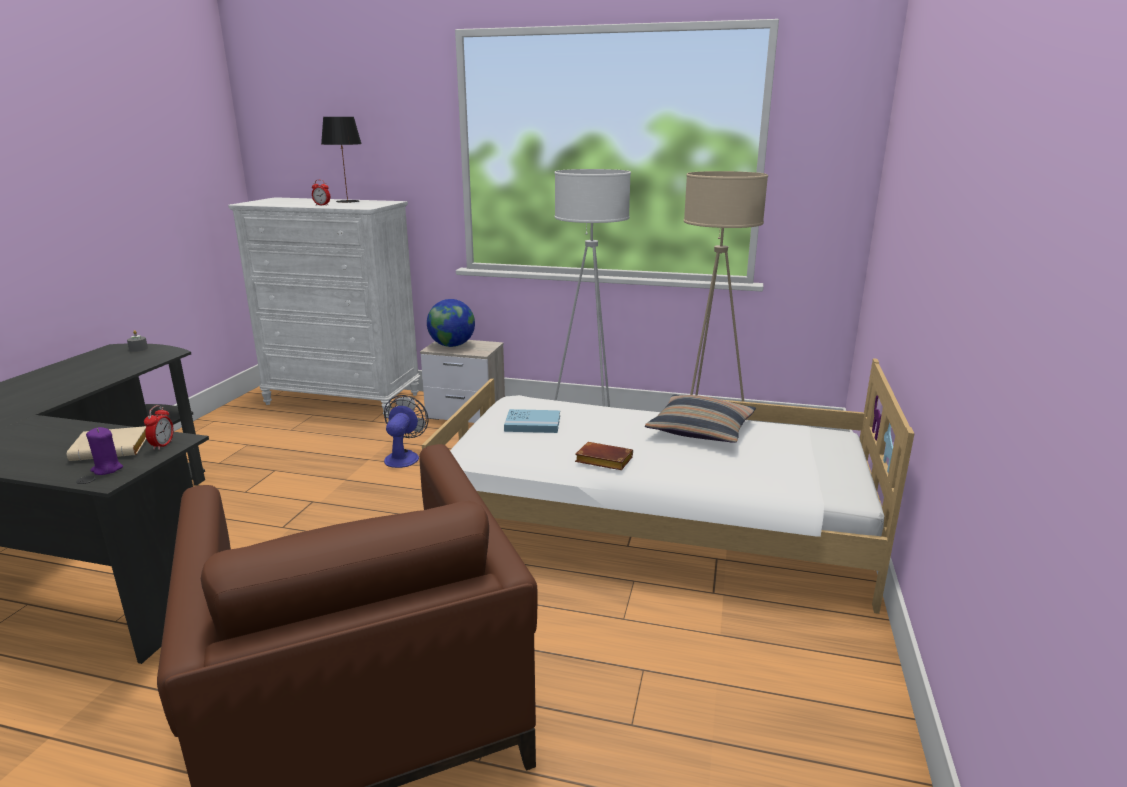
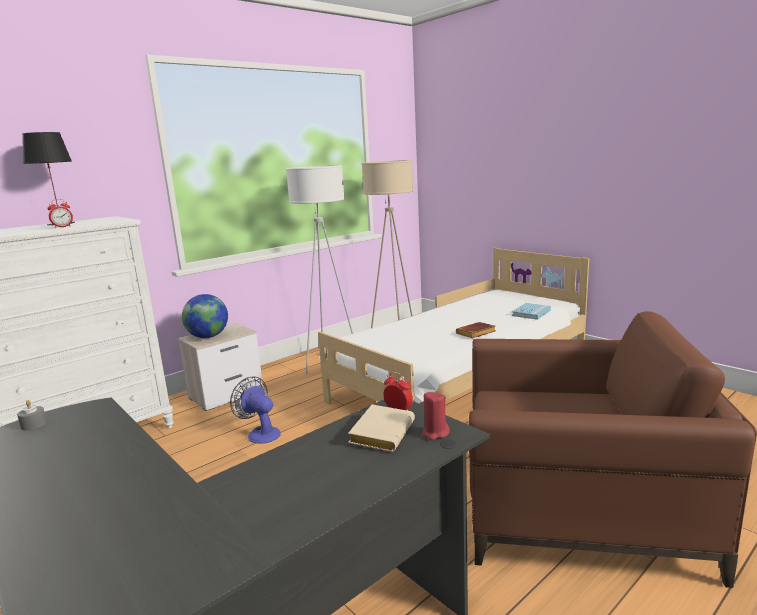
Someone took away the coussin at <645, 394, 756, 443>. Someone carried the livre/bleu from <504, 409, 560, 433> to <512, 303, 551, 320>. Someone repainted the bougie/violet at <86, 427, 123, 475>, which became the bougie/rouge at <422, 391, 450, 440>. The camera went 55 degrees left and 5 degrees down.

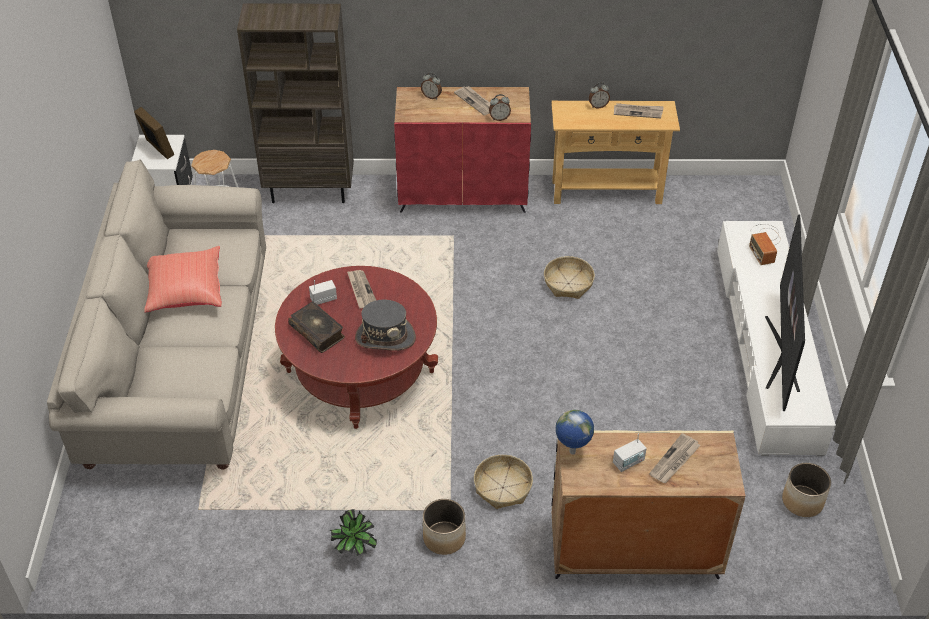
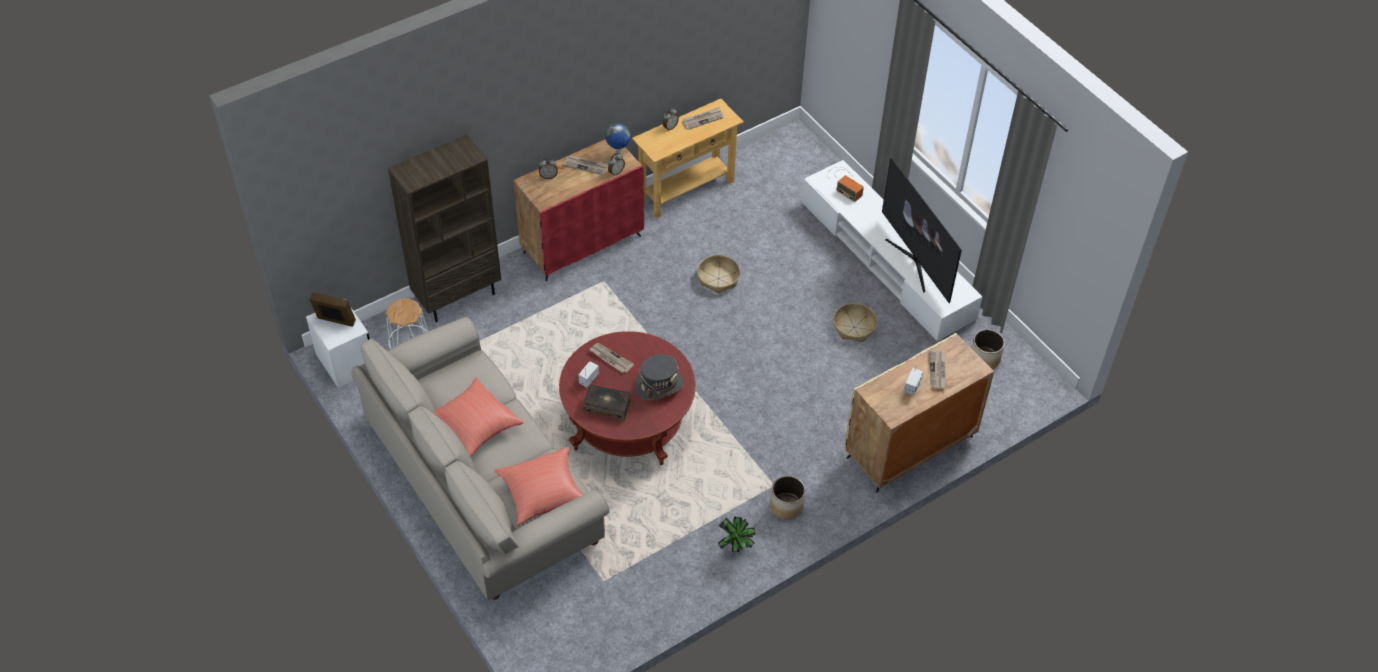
Someone carried the globe from <556, 410, 594, 454> to <605, 124, 631, 154>. Someone carried the panier from <474, 455, 533, 509> to <833, 303, 877, 342>. Someone put down the coussin/rouge at <494, 447, 583, 525>. The camera went 35 degrees left and 5 degrees up.

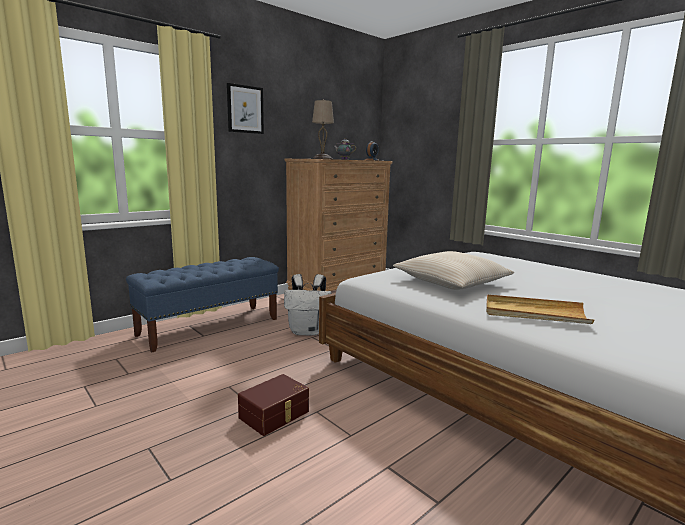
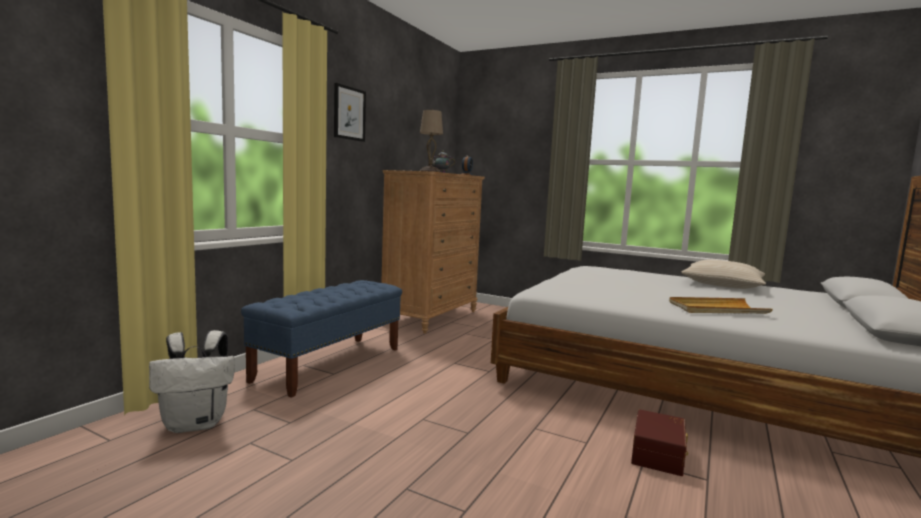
Someone carried the coussin/beige from <393, 251, 514, 290> to <681, 259, 766, 289>. Someone carried the sac à dos/blanc from <284, 274, 331, 335> to <149, 330, 235, 433>. Someone carried the boîte de rangement/marron from <238, 374, 309, 436> to <631, 409, 688, 476>. The camera went 20 degrees left and 5 degrees down.

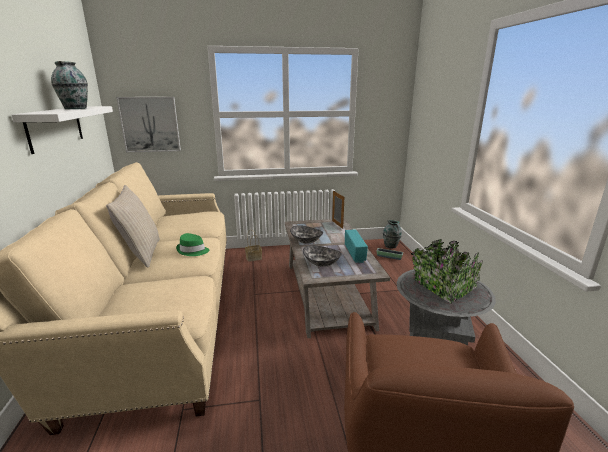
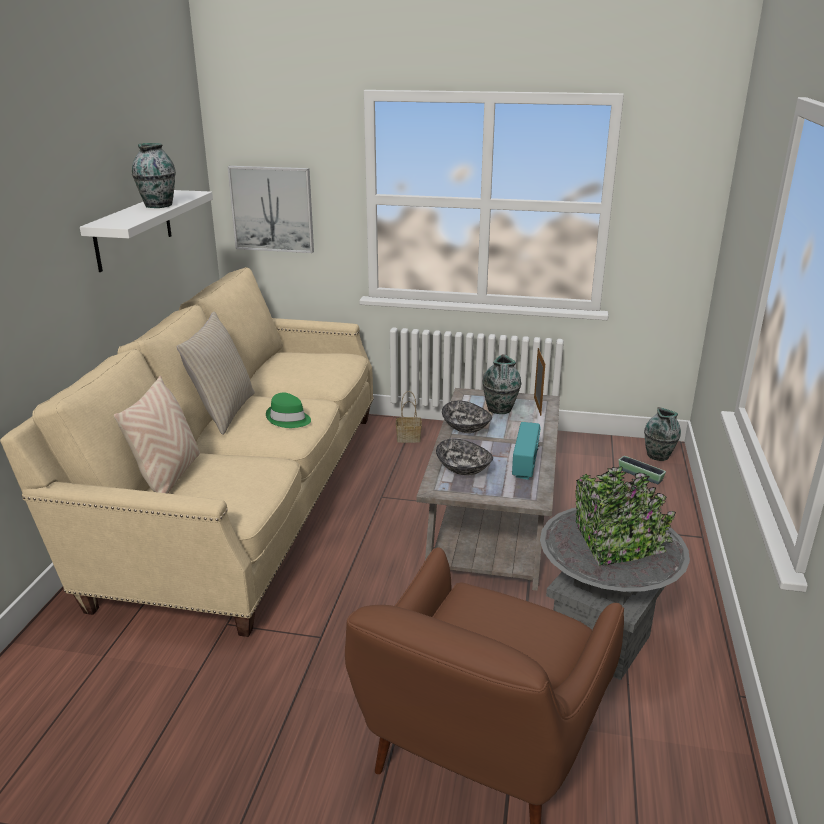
Someone put down the vase at <482, 354, 521, 414>. Someone put down the coussin/beige at <114, 376, 200, 493>. The camera went 20 degrees right and 5 degrees up.

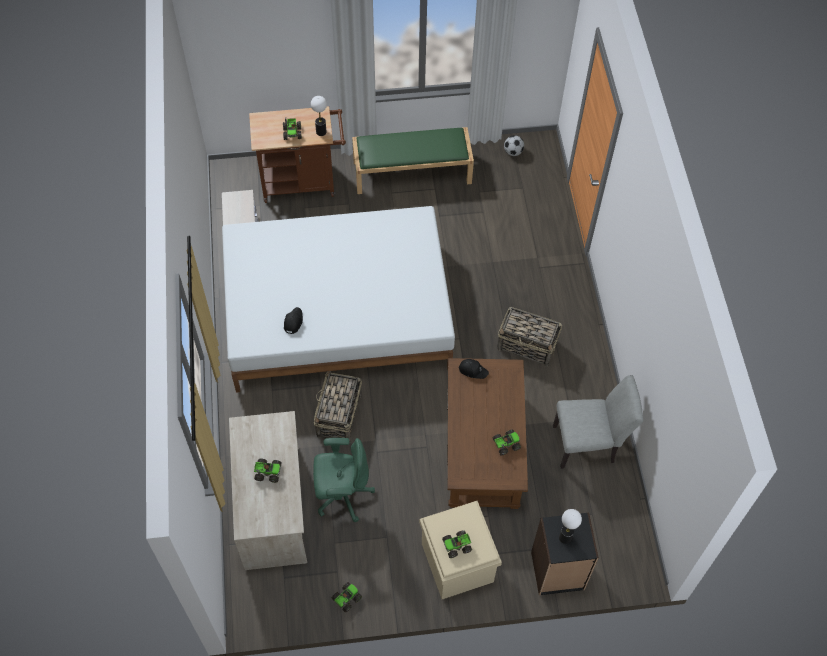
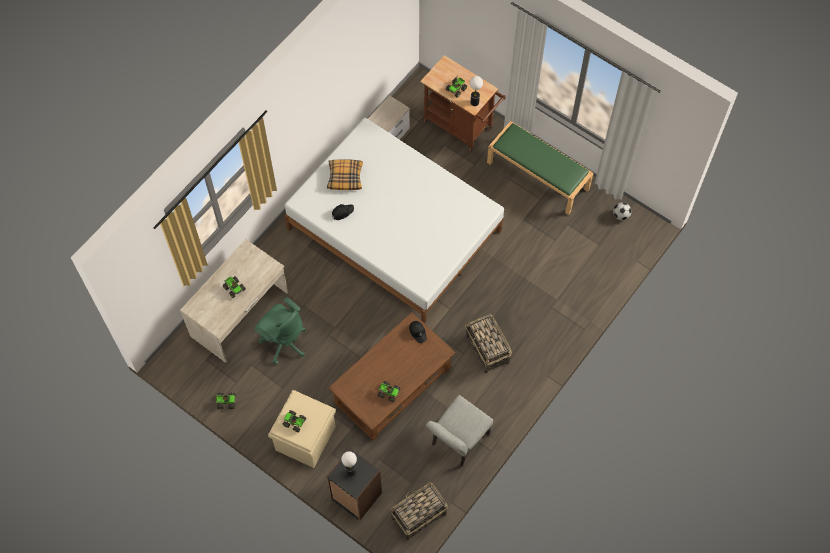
Someone carried the panier from <314, 371, 362, 441> to <390, 482, 448, 540>. Someone rotated the chaise/gris at <553, 375, 643, 469> by 90 degrees clockwise. Someone put down the coussin at <327, 159, 363, 190>. The camera went 45 degrees right and 5 degrees up.

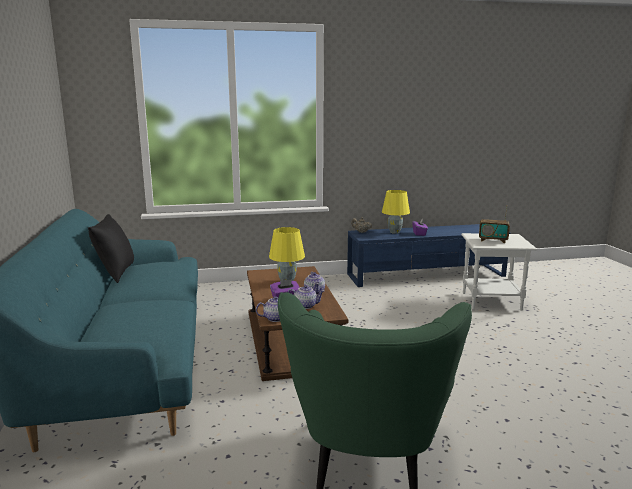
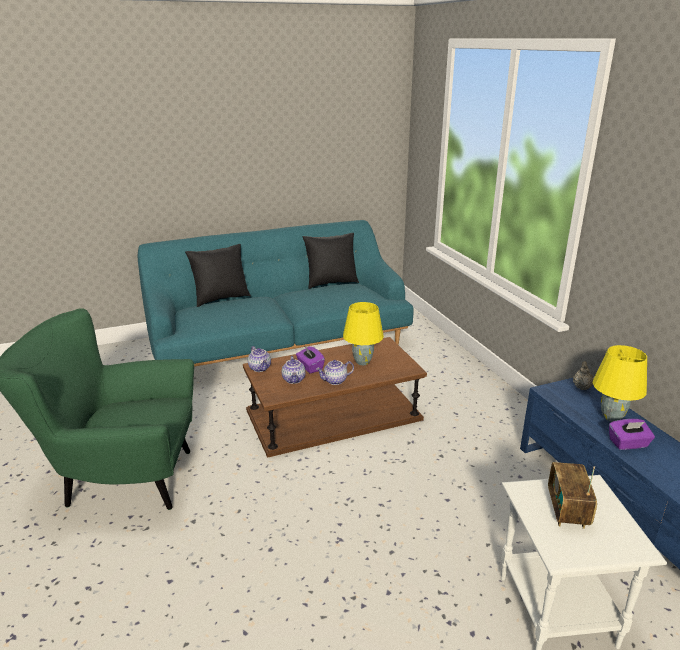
Someone put down the coussin/noir at <185, 244, 251, 307>. The camera went 80 degrees right and 10 degrees up.

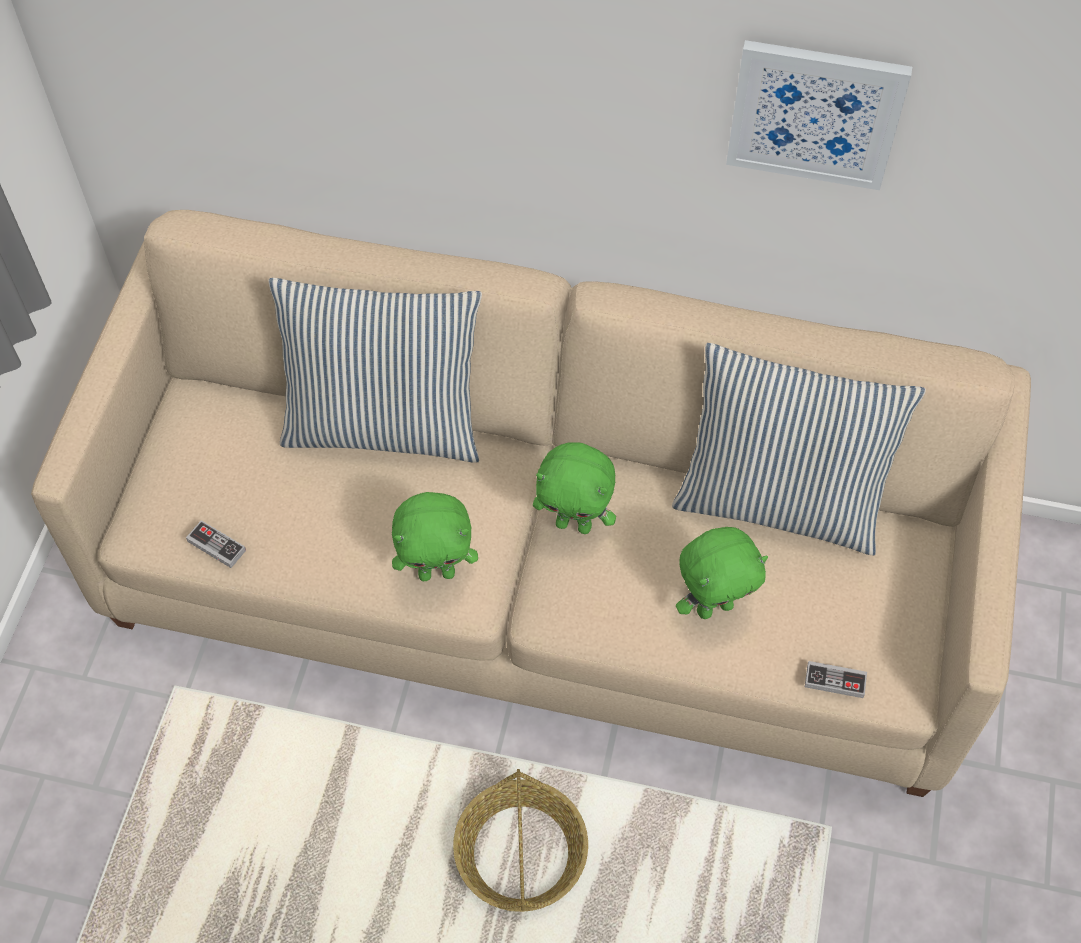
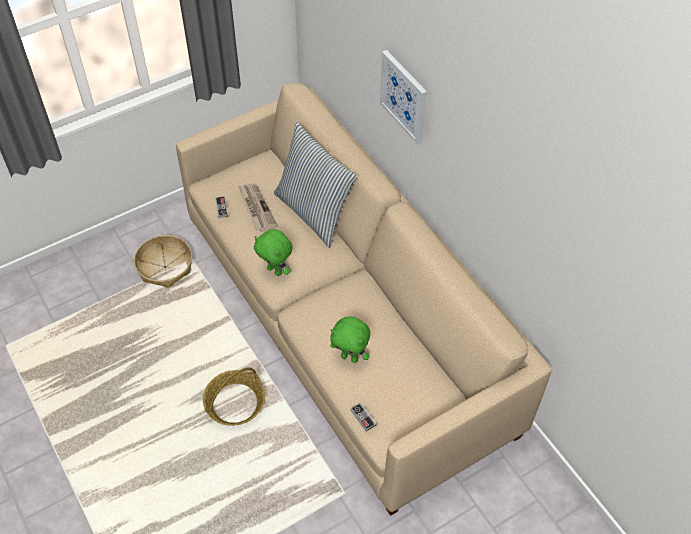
Someone carried the tableau from <726, 40, 912, 190> to <380, 50, 427, 145>. Someone took away the coussin at <672, 343, 926, 556>. Someone took away the peluche/vert at <533, 442, 616, 534>. Someone put down the journal at <238, 183, 278, 232>. Someone put down the panier at <134, 235, 192, 288>. The camera went 45 degrees right and 5 degrees down.

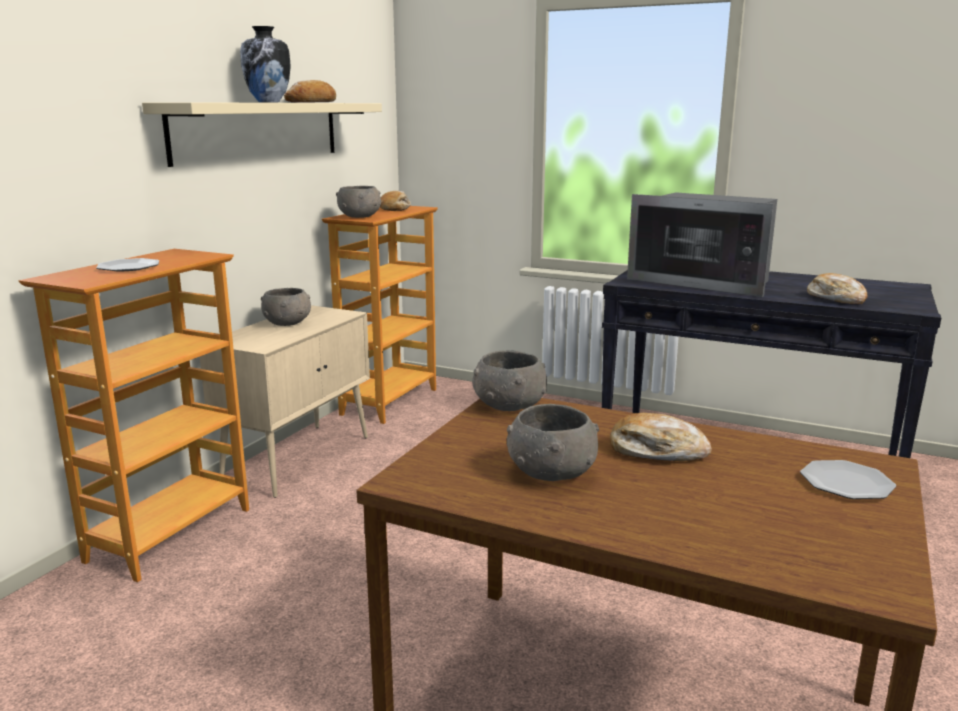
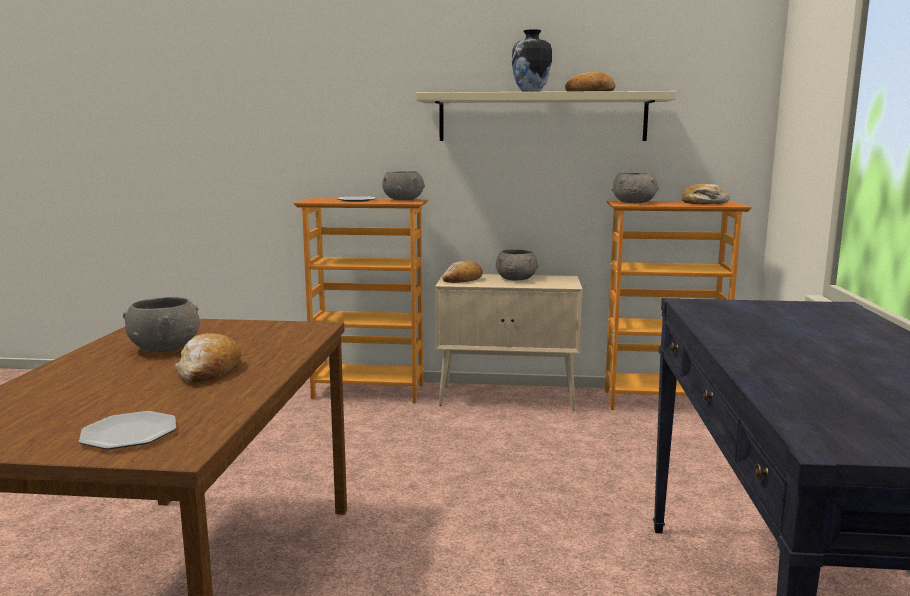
Someone took away the micro-ondes at <627, 193, 777, 297>. Someone carried the pain from <807, 273, 868, 304> to <442, 261, 483, 283>. Someone carried the bol/gris from <472, 350, 547, 411> to <382, 171, 425, 200>. The camera went 70 degrees right and 5 degrees down.

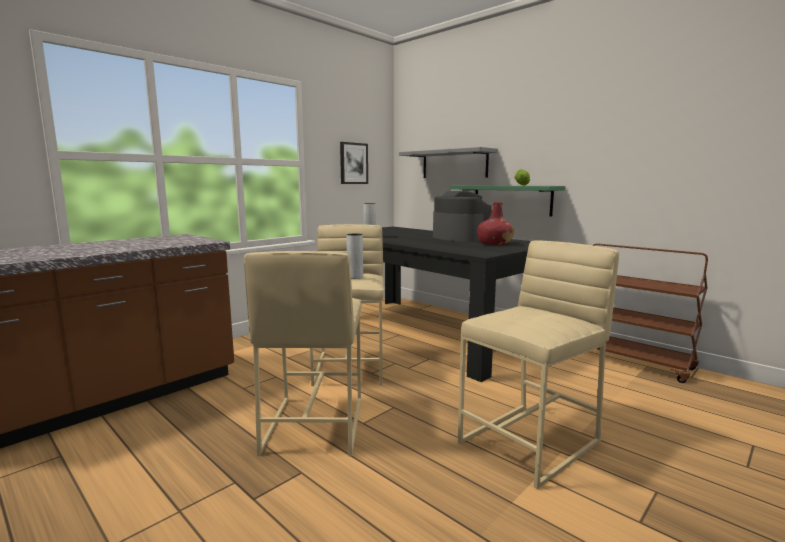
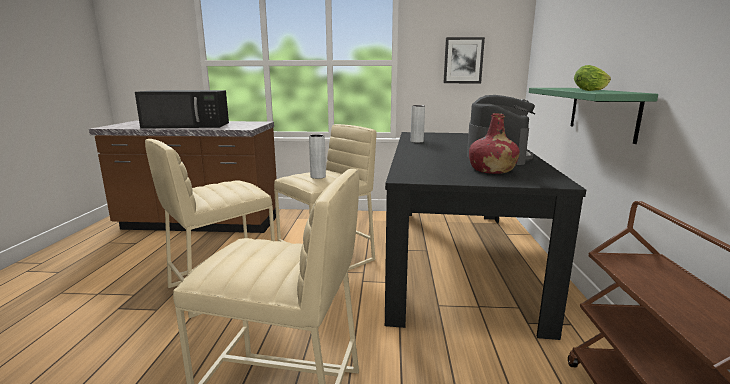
Someone took away the étagère/gris at <399, 147, 498, 178>. Someone put down the micro-ondes/noir at <135, 90, 229, 129>. The camera went 50 degrees right and 5 degrees up.

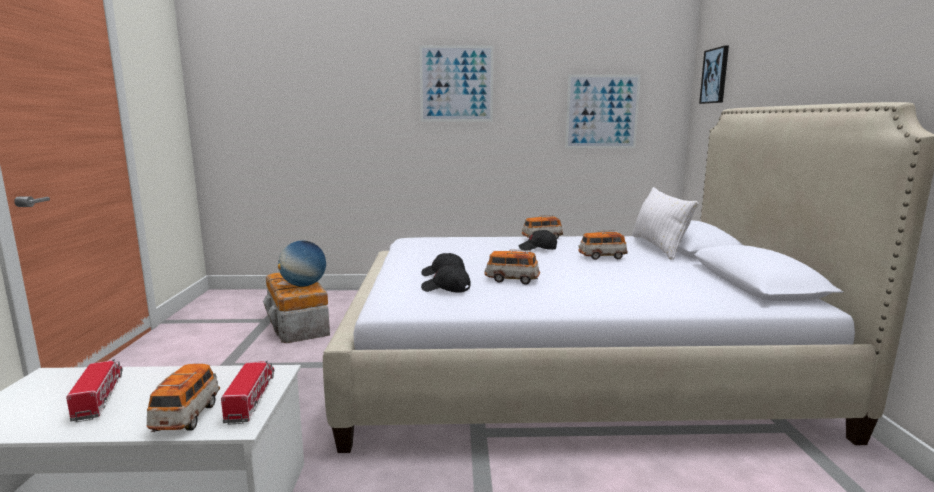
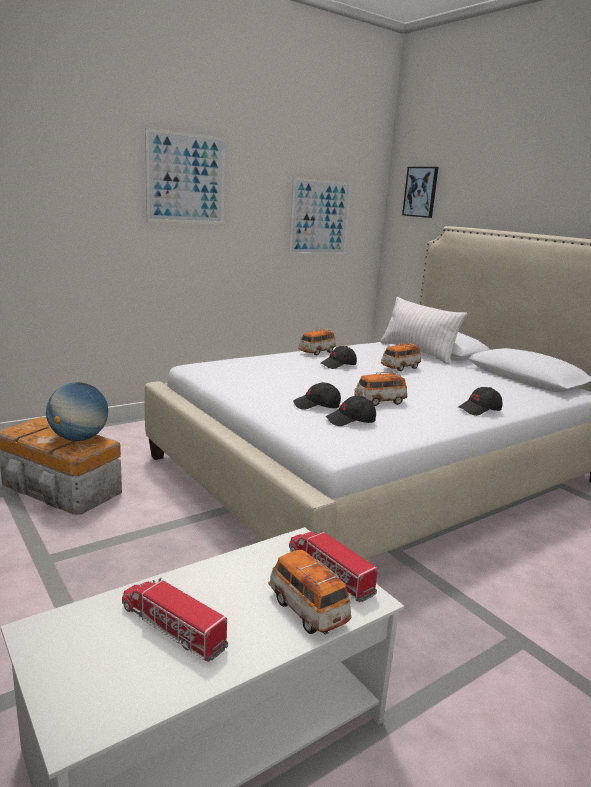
Someone put down the casquette/noir at <457, 387, 502, 416>. The camera went 35 degrees left and 5 degrees up.

